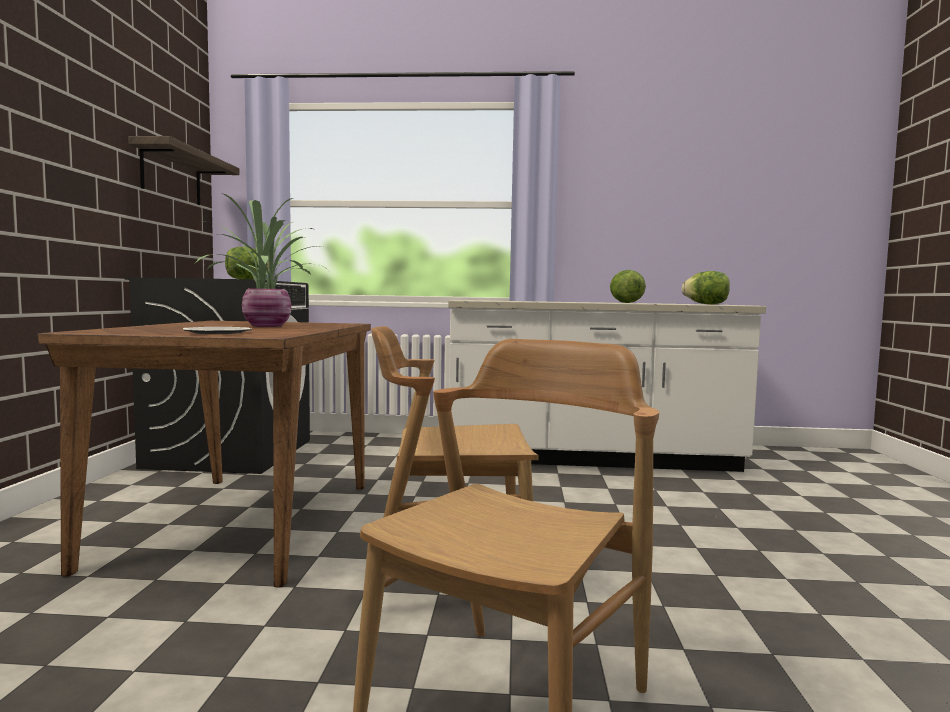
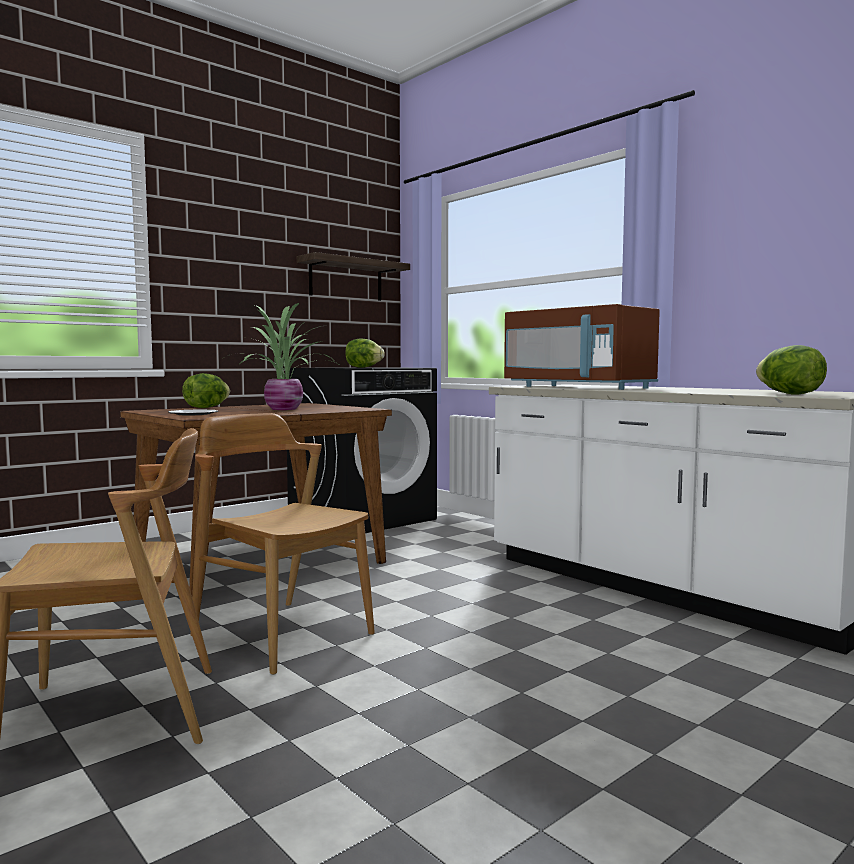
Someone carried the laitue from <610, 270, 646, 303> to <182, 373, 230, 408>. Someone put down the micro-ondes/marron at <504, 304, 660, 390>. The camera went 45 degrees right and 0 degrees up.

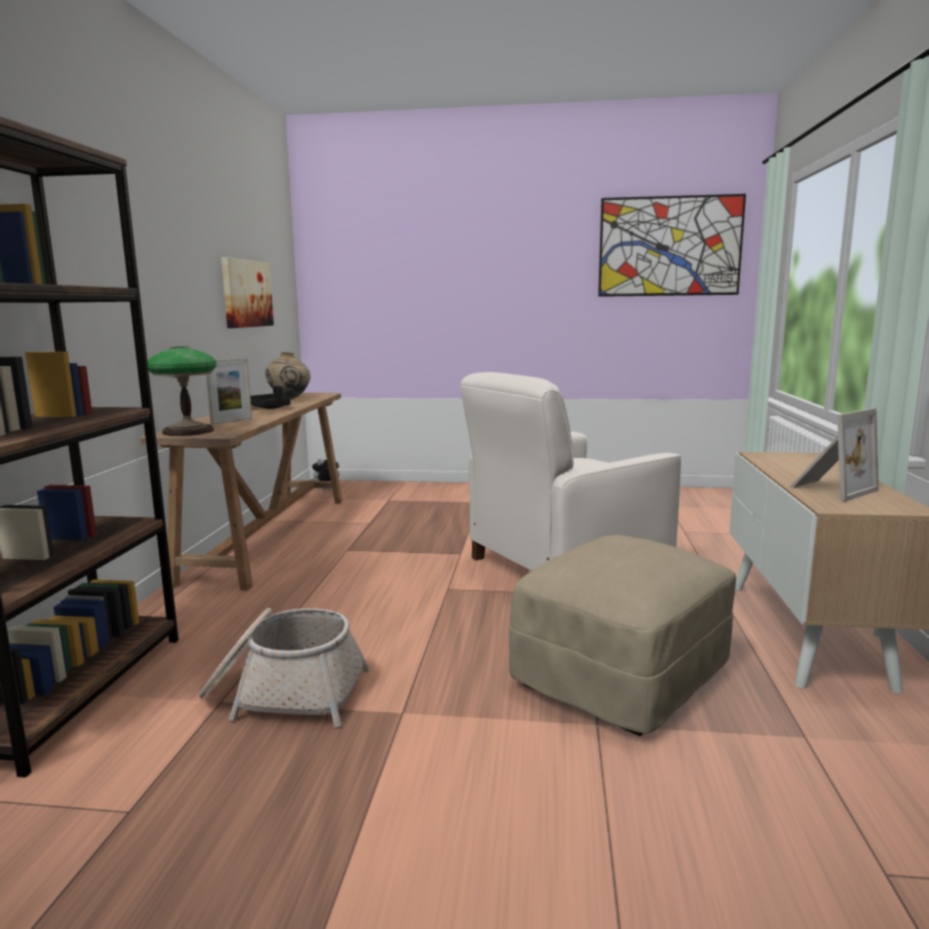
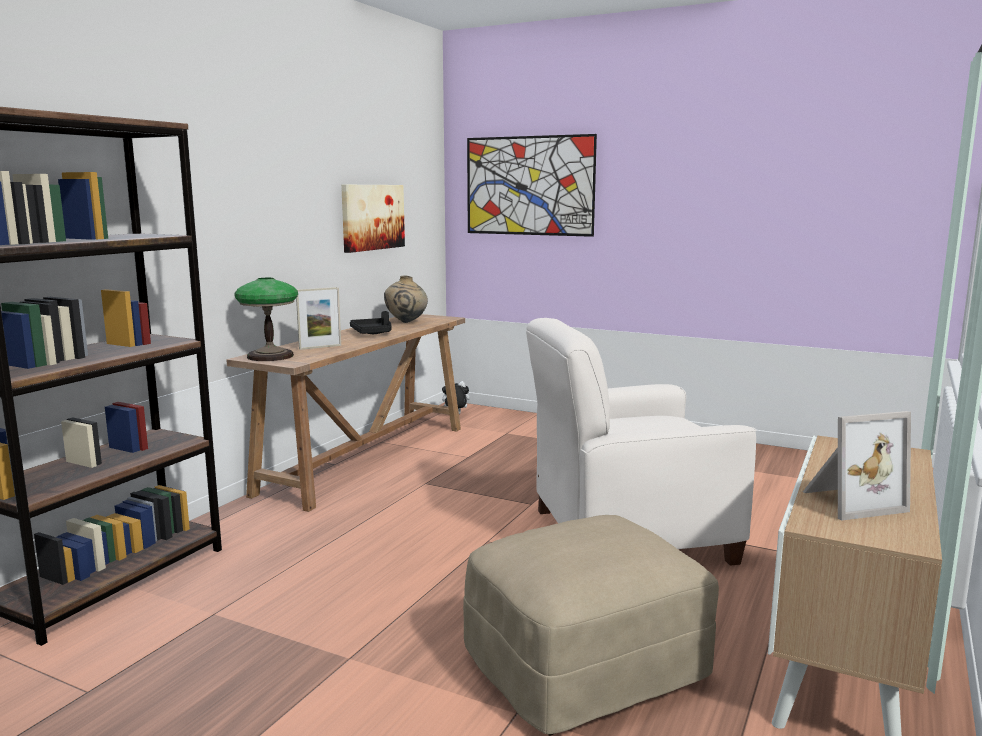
Someone carried the tableau from <598, 194, 746, 297> to <467, 134, 597, 237>. Someone took away the panier at <199, 608, 370, 728>. The camera went 20 degrees right and 0 degrees up.

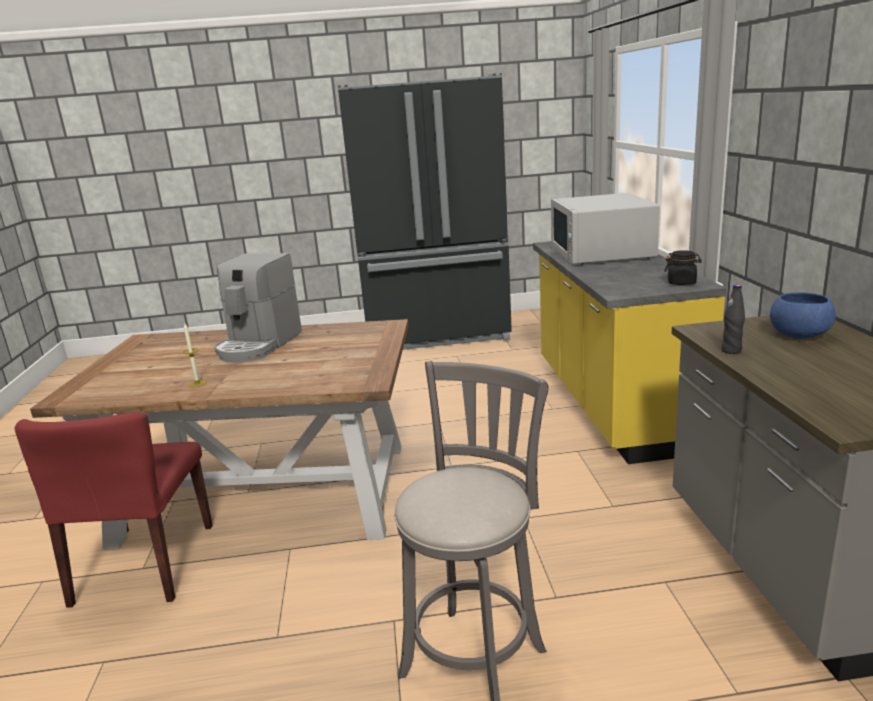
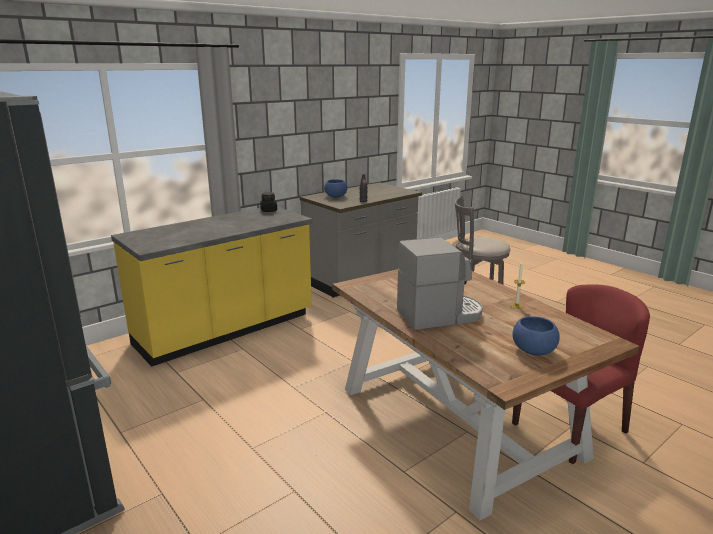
Someone took away the micro-ondes/blanc at <551, 193, 660, 264>. Someone put down the bol/bleu at <512, 316, 560, 355>. The camera went 125 degrees left and 0 degrees up.

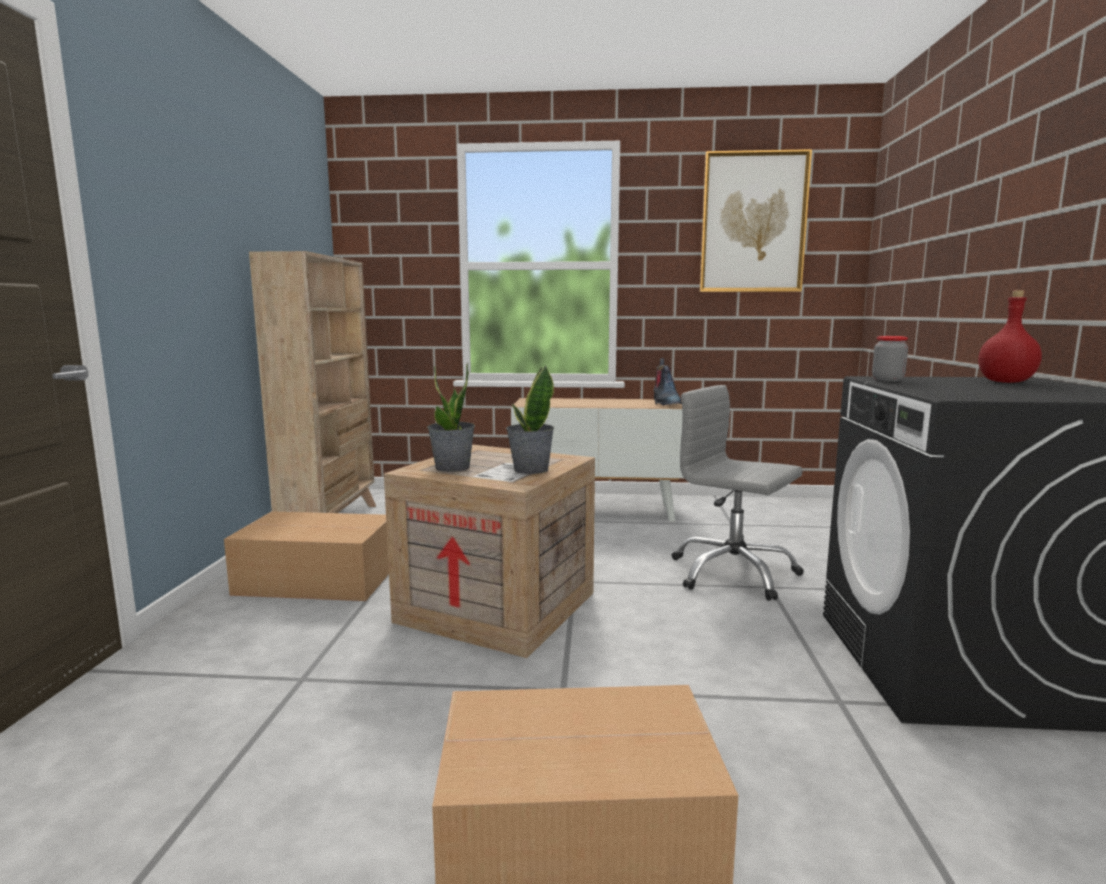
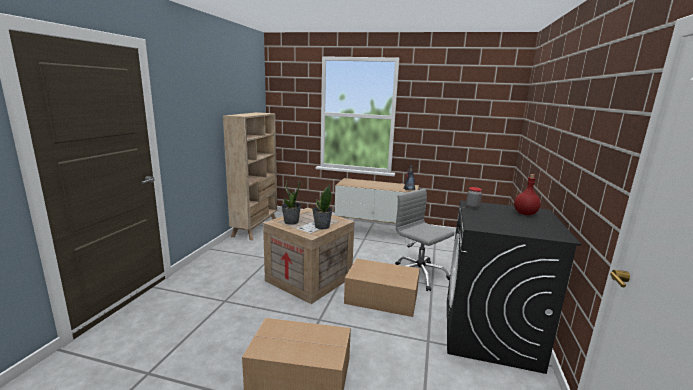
Someone took away the tableau at <700, 149, 812, 292>. Someone carried the carton from <224, 511, 389, 601> to <344, 258, 420, 317>. The camera went 10 degrees right and 5 degrees up.

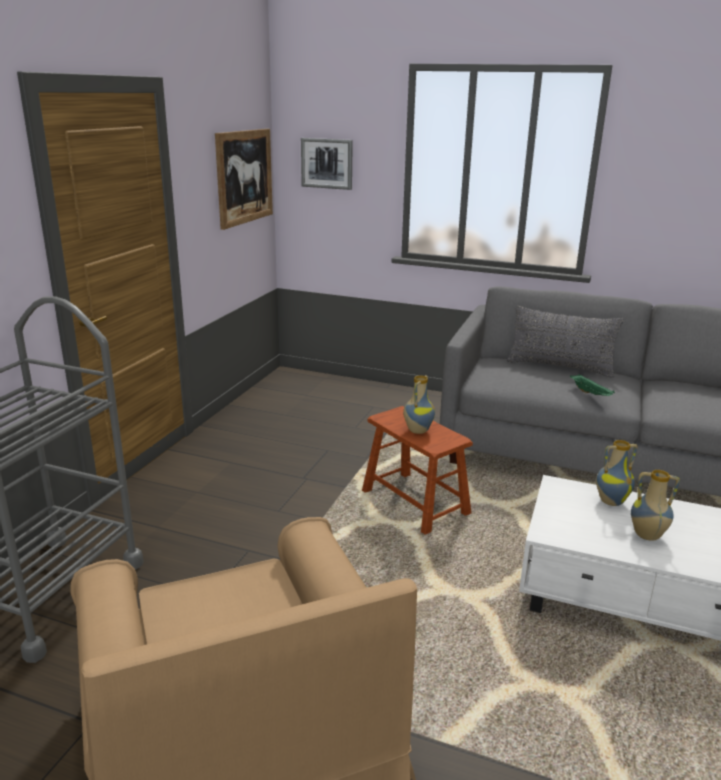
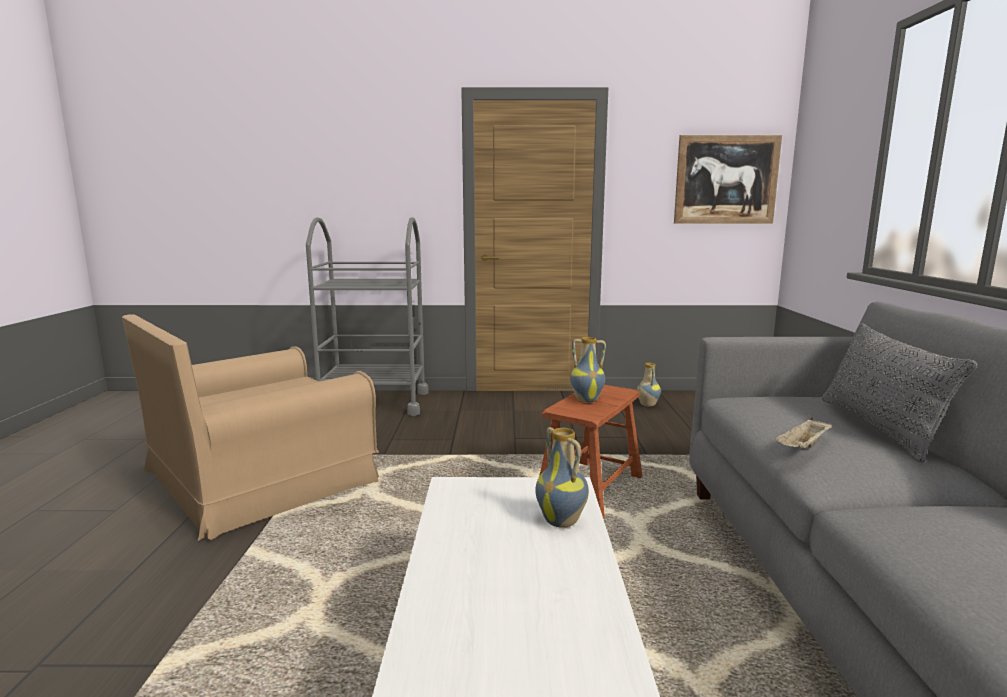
Someone took away the tableau at <301, 138, 353, 190>. Someone repainted the plateau/vert at <570, 375, 615, 396>, which became the plateau/beige at <775, 417, 833, 448>. Someone carried the vase from <631, 470, 680, 541> to <637, 363, 661, 407>. The camera went 70 degrees right and 10 degrees down.

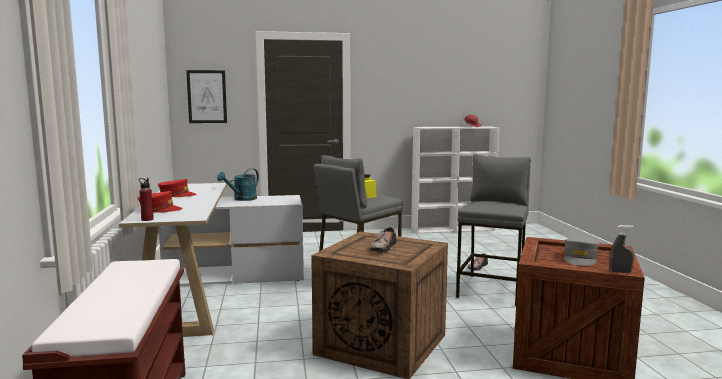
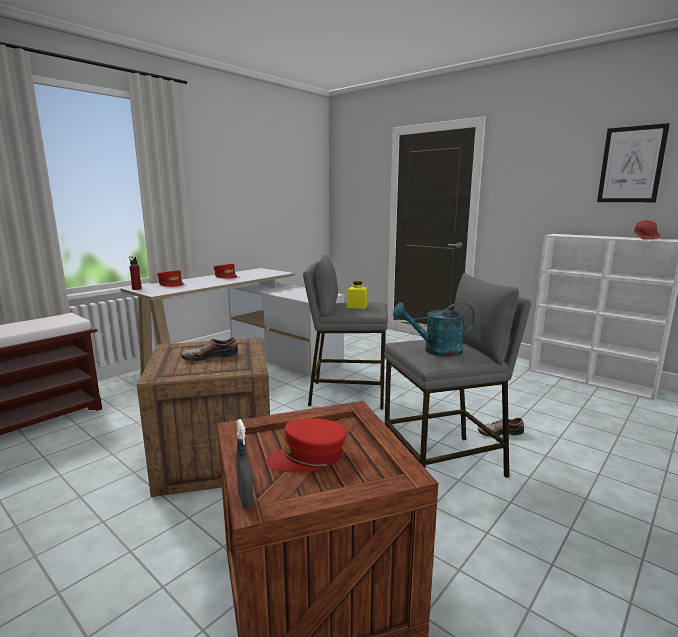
Someone carried the tableau from <186, 70, 227, 123> to <597, 123, 670, 202>. Someone carried the arrosoir/turquoise from <217, 168, 259, 201> to <393, 302, 474, 357>. Someone repainted the casquette/gris at <564, 238, 599, 266>, which became the casquette/rouge at <266, 419, 347, 473>. The camera went 50 degrees right and 5 degrees up.

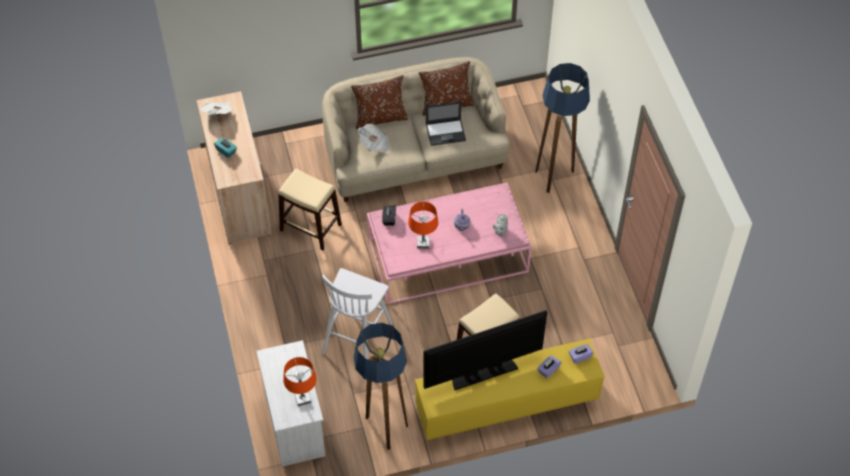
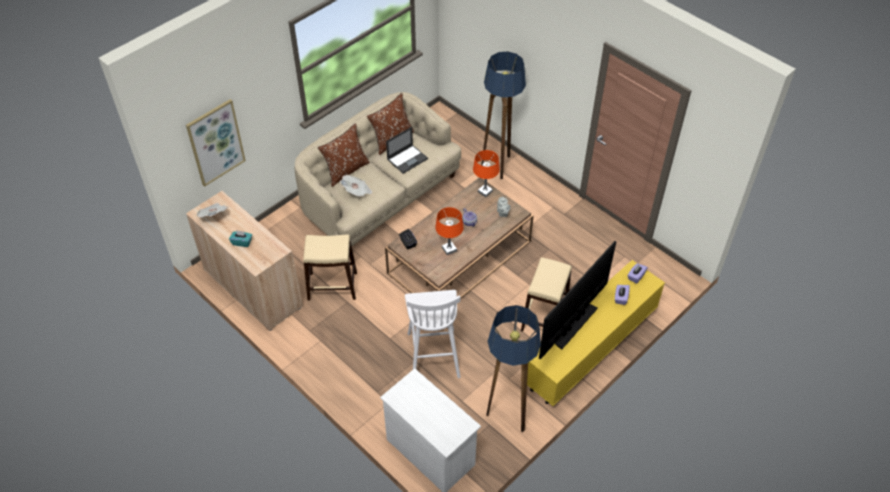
Someone repainted the table basse/rose at <367, 183, 531, 304>, which became the table basse/marron at <385, 178, 534, 299>. Someone carried the lampe de table/orange from <283, 357, 317, 406> to <473, 150, 500, 197>. Someone put up the tableau at <186, 99, 246, 187>. The camera went 30 degrees left and 5 degrees down.

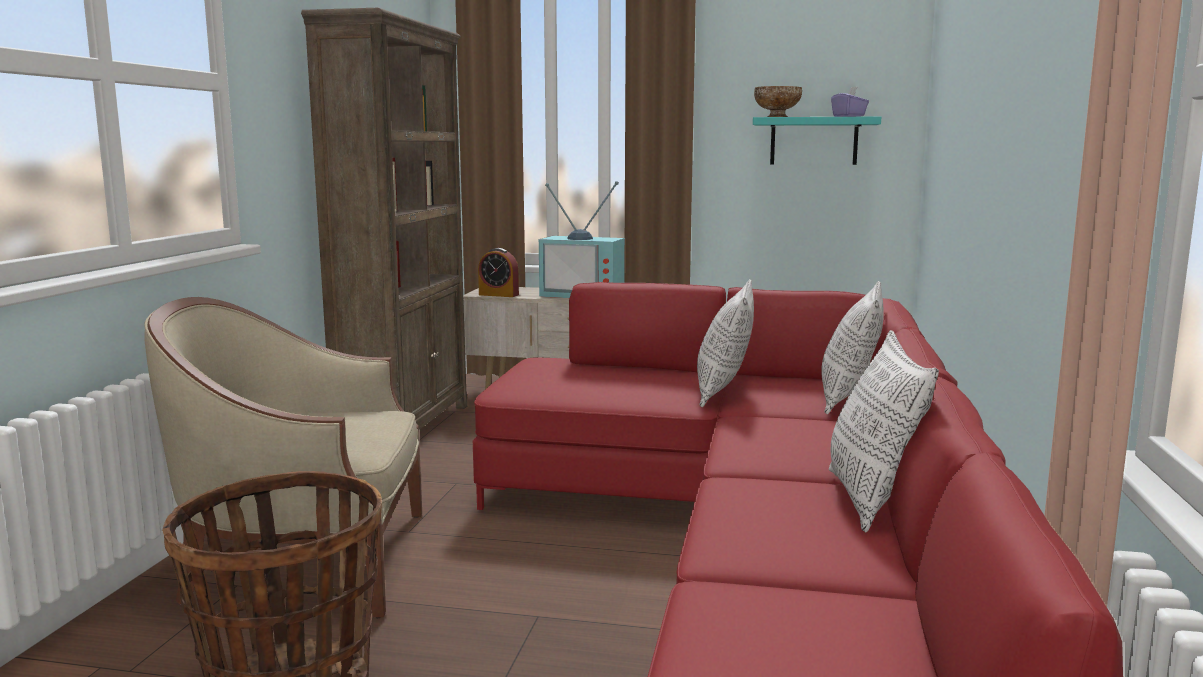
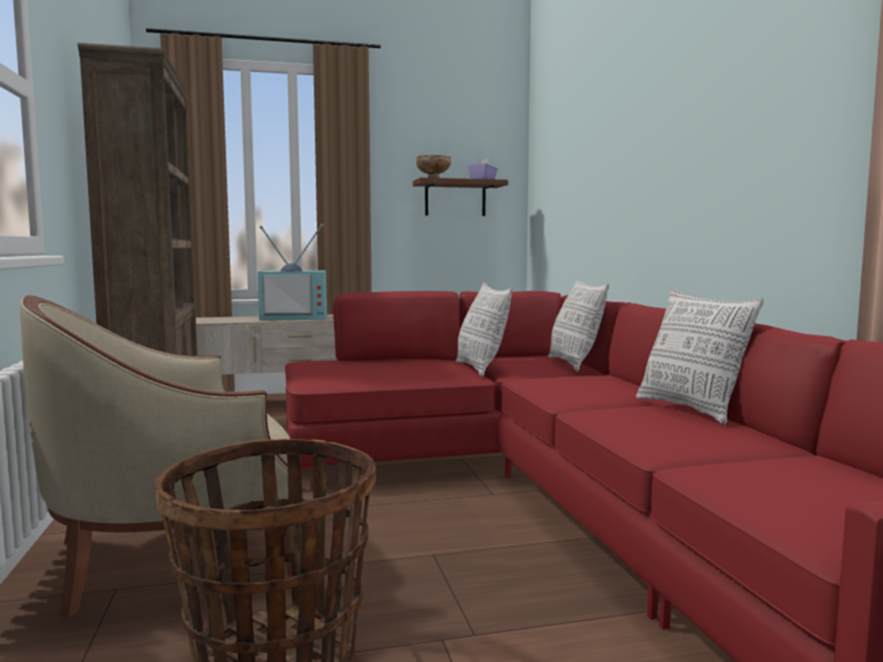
Someone repainted the étagère/turquoise at <753, 116, 881, 165>, which became the étagère/marron at <413, 178, 508, 216>. Someone took away the réveil at <478, 248, 519, 297>. The camera went 25 degrees left and 5 degrees down.

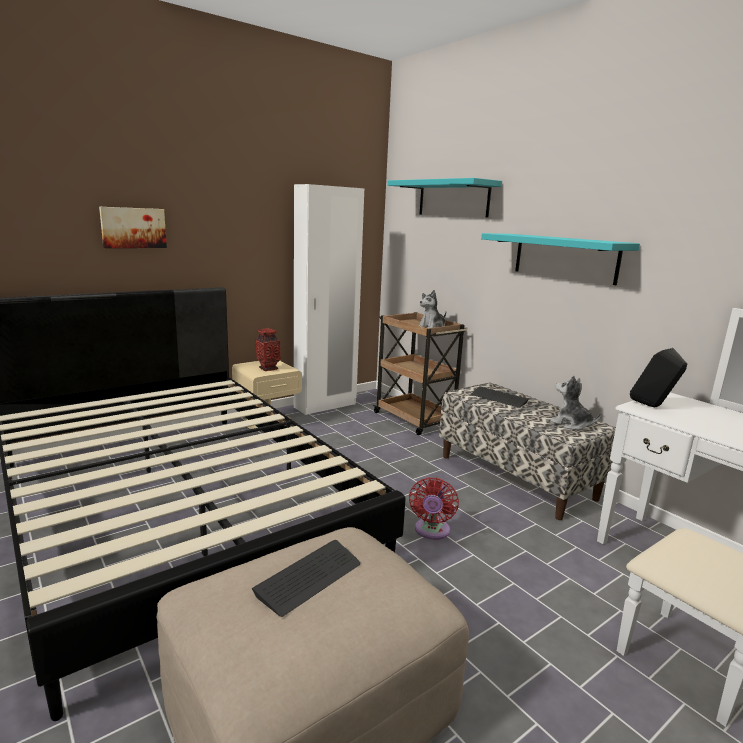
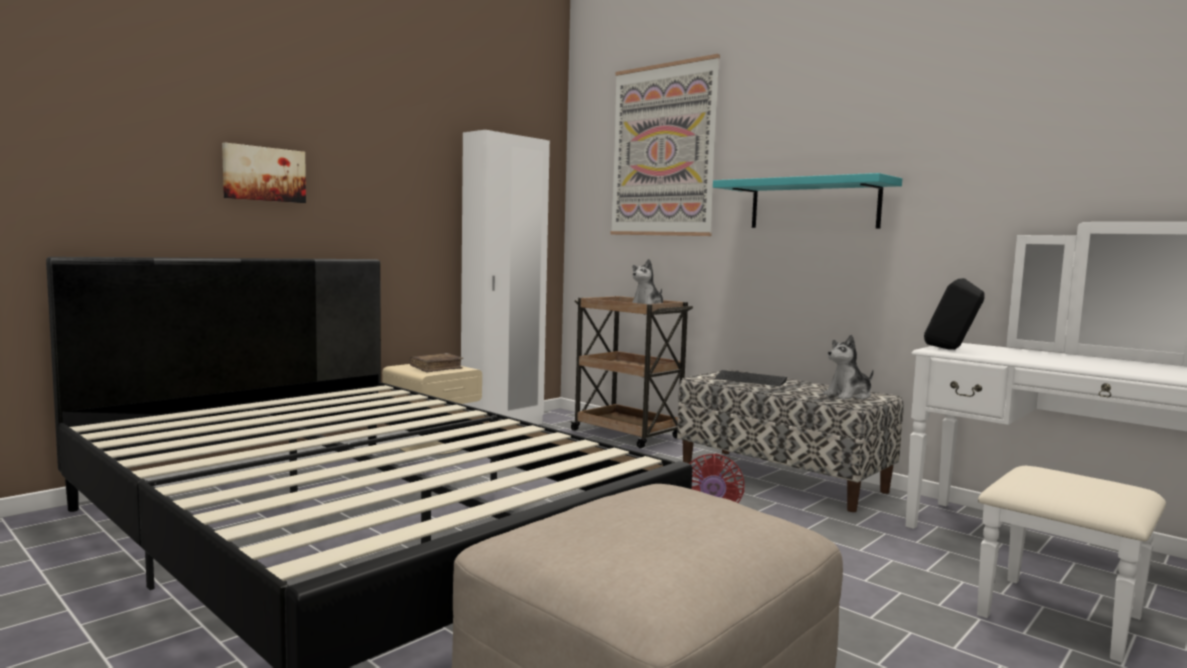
Someone swapped the étagère/turquoise at <388, 178, 502, 218> for the tableau at <610, 54, 720, 236>. Someone swapped the vase at <256, 328, 281, 371> for the livre/marron at <410, 353, 463, 372>. Someone rotated the peluche at <550, 375, 602, 430> by 60 degrees counterclockwise. Someone took away the clavier at <252, 540, 360, 617>. The camera went 10 degrees left and 10 degrees down.

